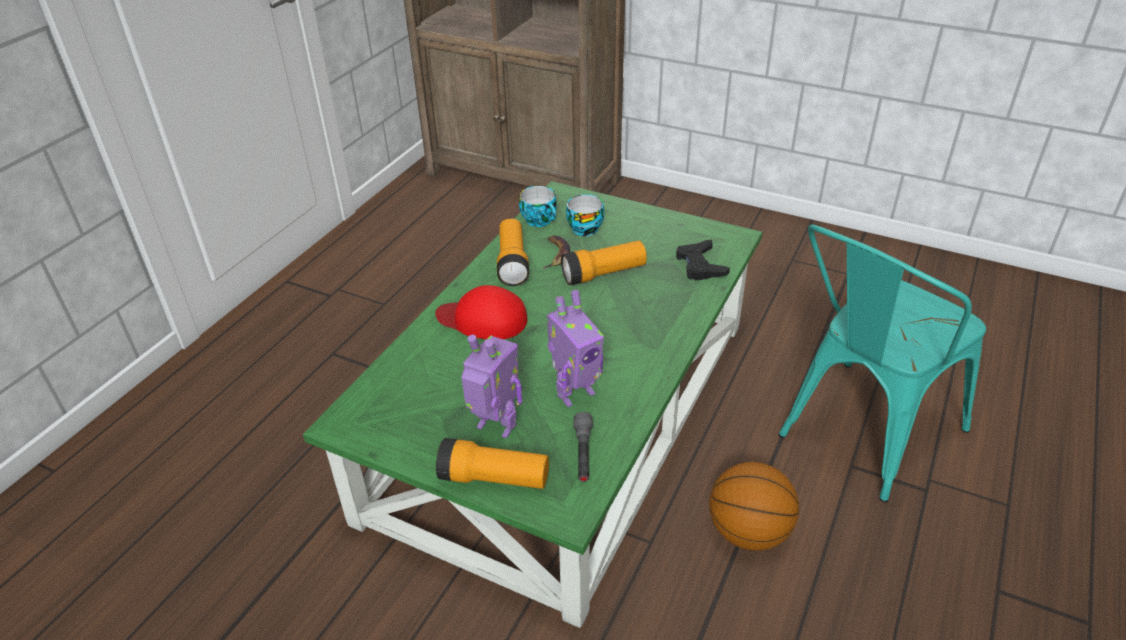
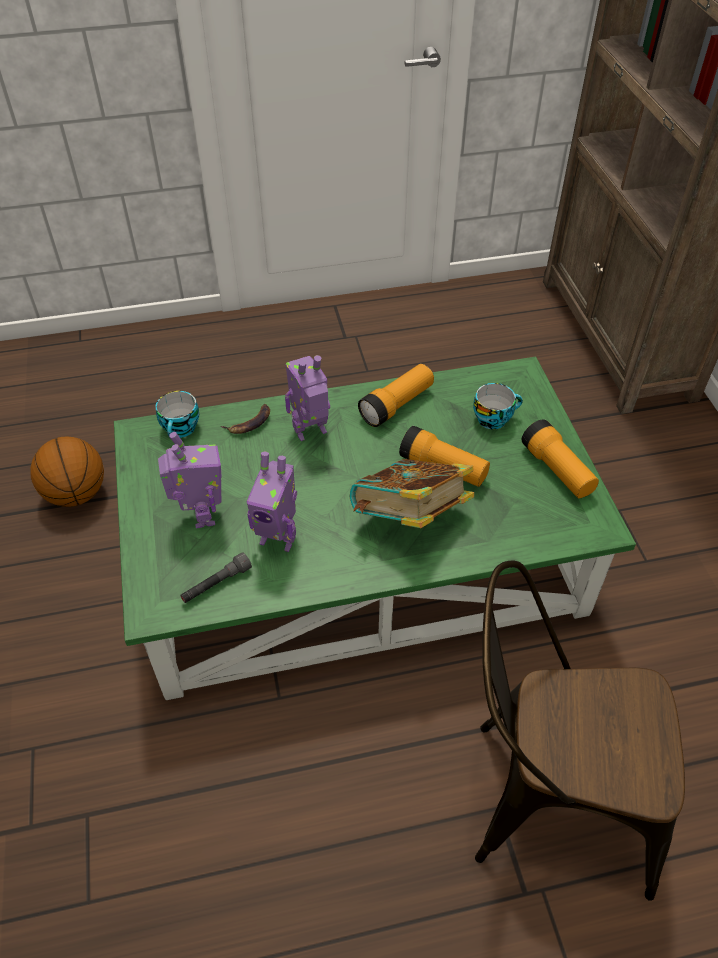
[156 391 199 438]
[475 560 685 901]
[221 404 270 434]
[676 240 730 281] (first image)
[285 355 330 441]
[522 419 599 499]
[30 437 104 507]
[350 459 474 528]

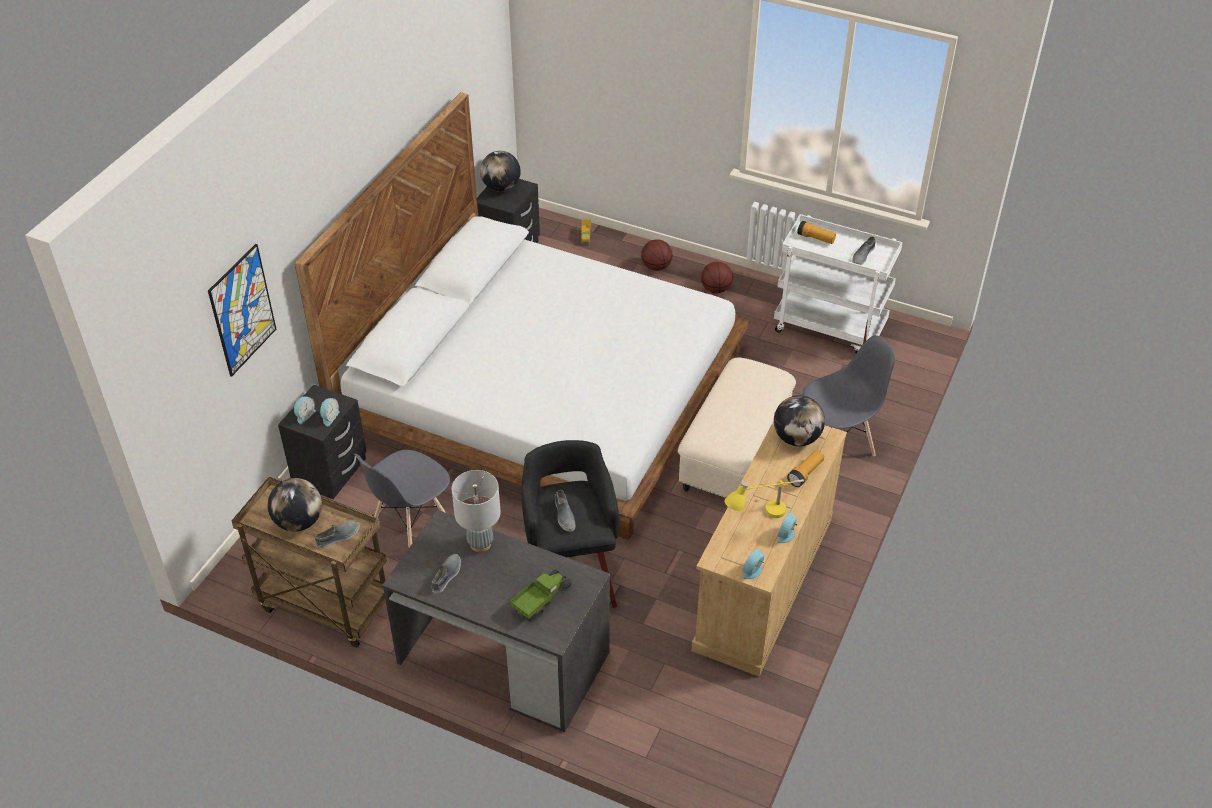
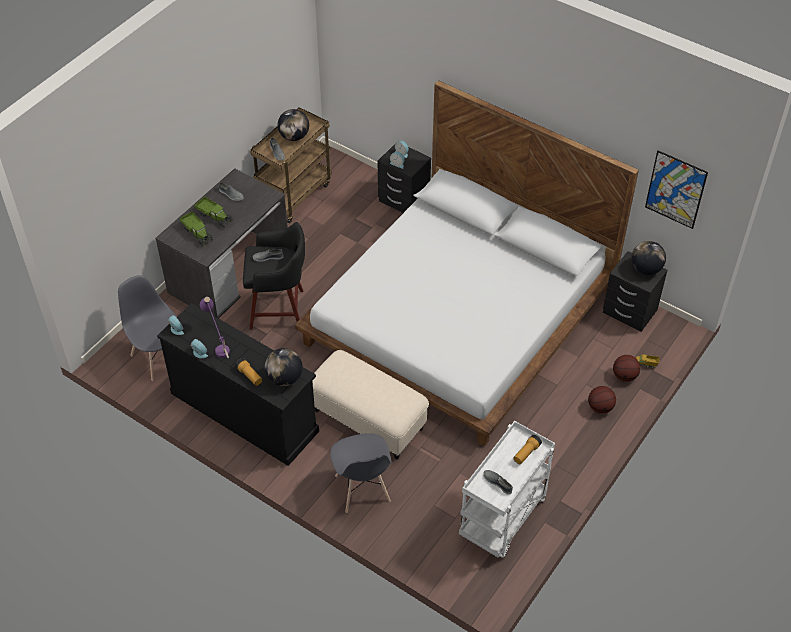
[645 150 708 229]
[613 355 640 382]
[157 303 319 466]
[118 275 177 381]
[452 470 501 552] (first image)
[200 297 230 358]
[194 197 233 228]

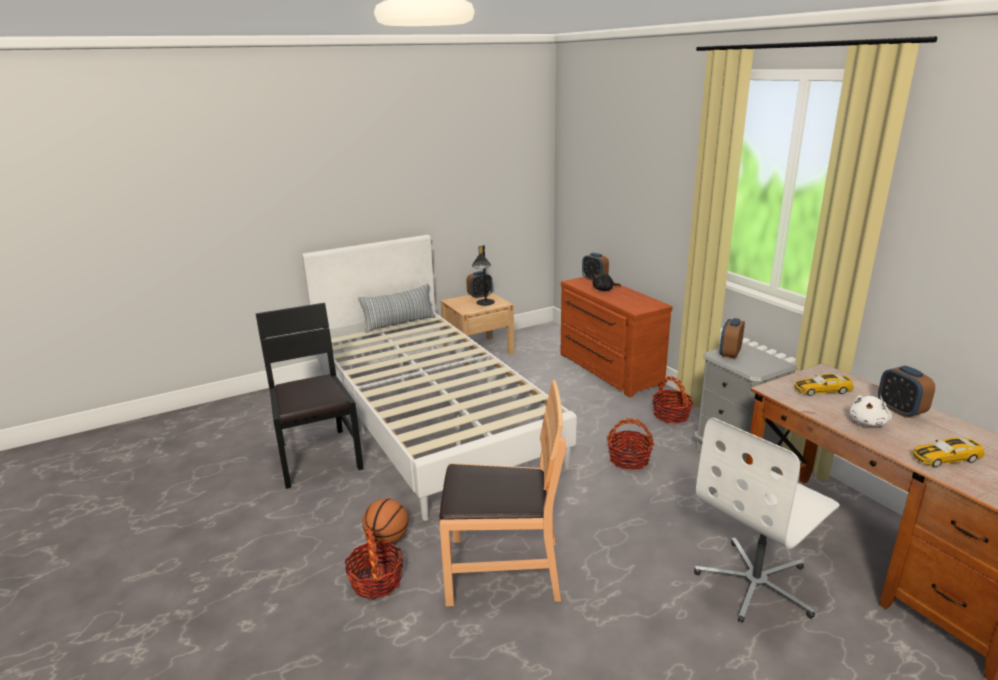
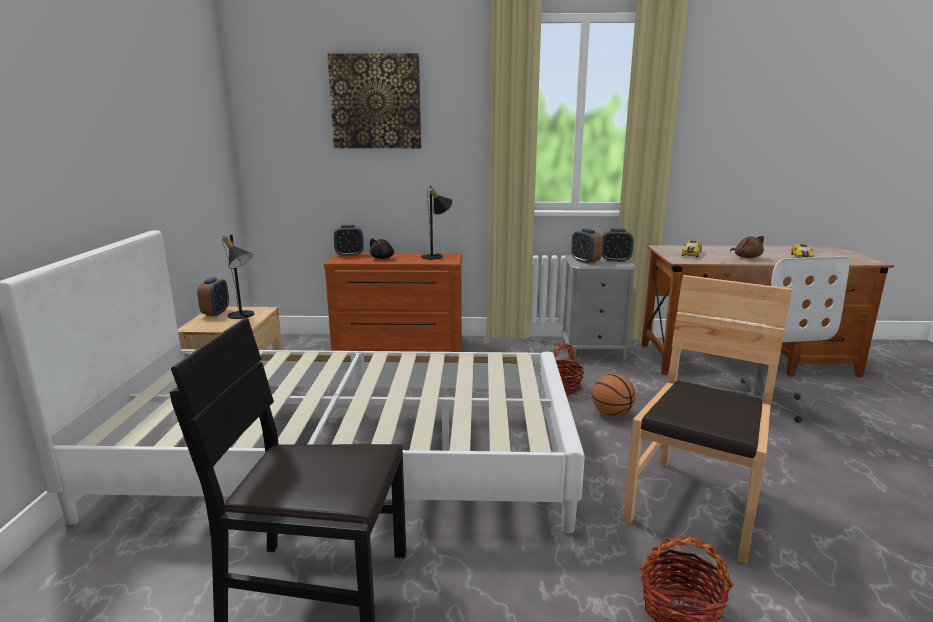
[358 283 435 333] (first image)
[602 228 634 262]
[652 376 693 424] (first image)
[730 236 764 258]
[592 374 635 417]
[328 53 421 148]
[421 186 453 260]

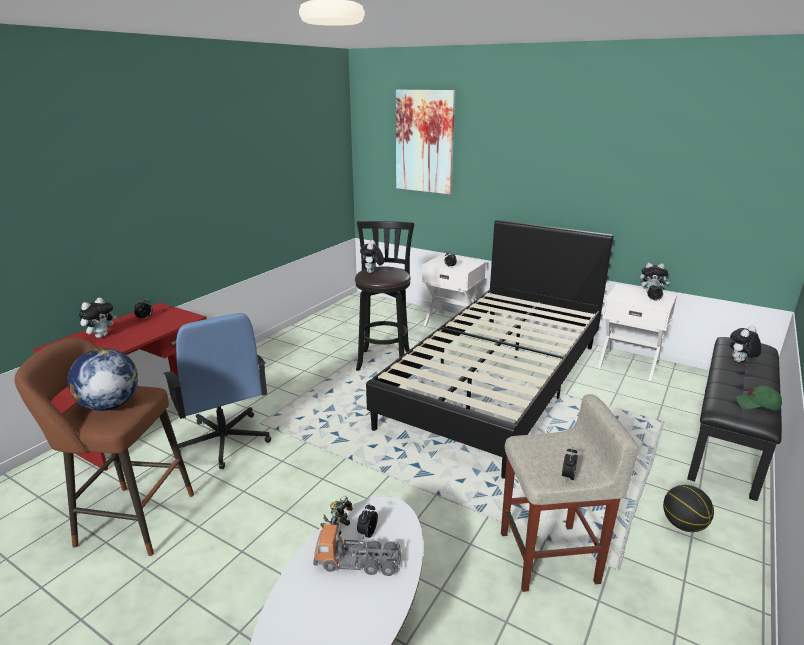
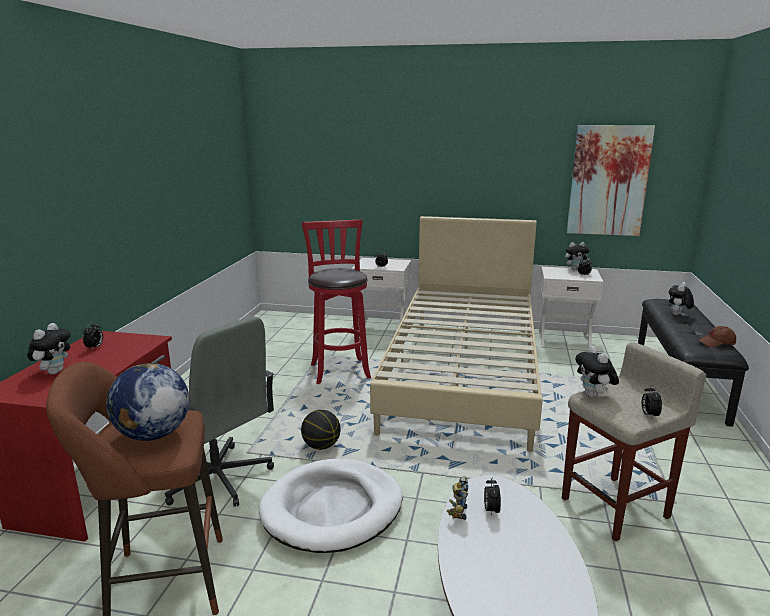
[567 125 655 236]
[370 216 543 452]
[302 219 371 384]
[575 346 619 398]
[165 317 274 507]
[699 326 736 347]
[301 410 341 450]
[313 524 402 576] (first image)
[259 459 403 553]

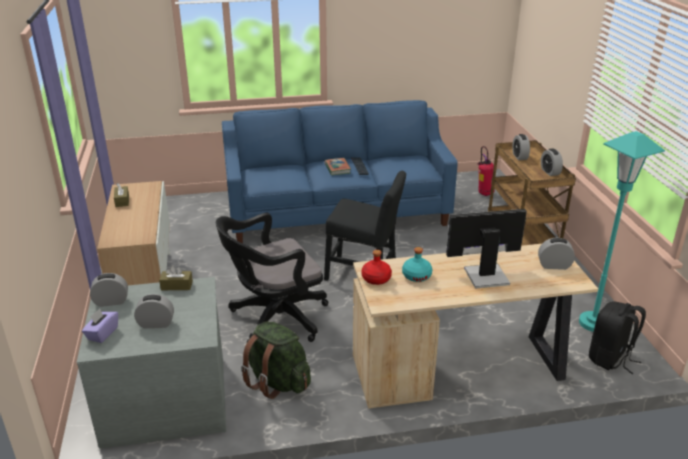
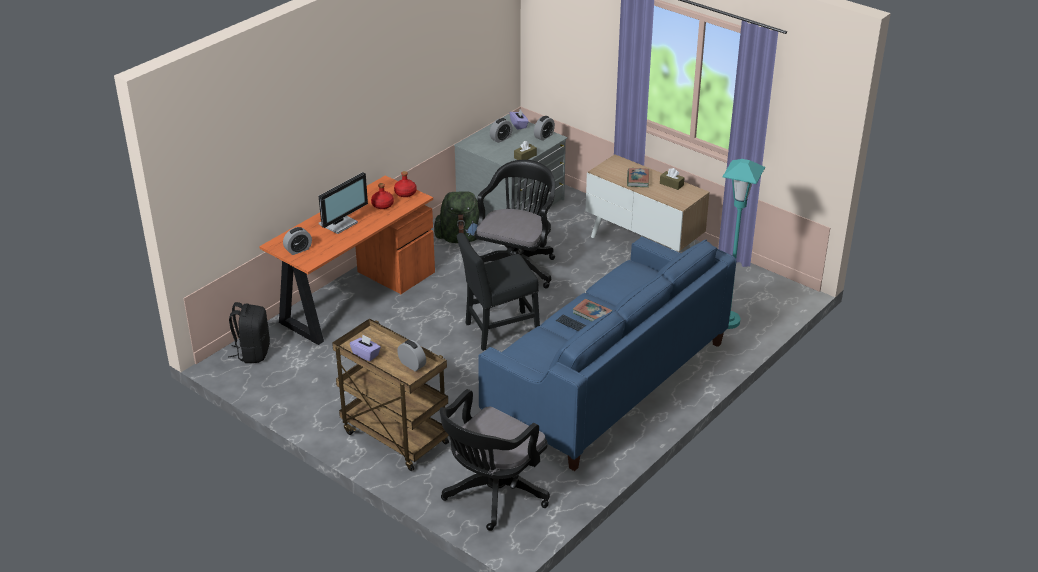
[723 159 765 329]
[440 389 550 531]
[350 335 381 361]
[259 175 435 345]
[371 183 394 209]
[627 168 649 187]

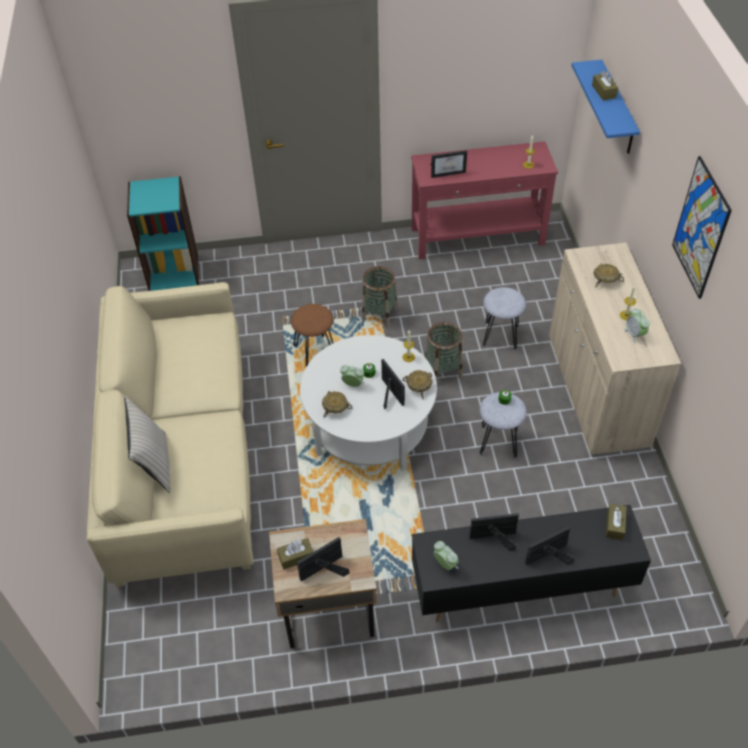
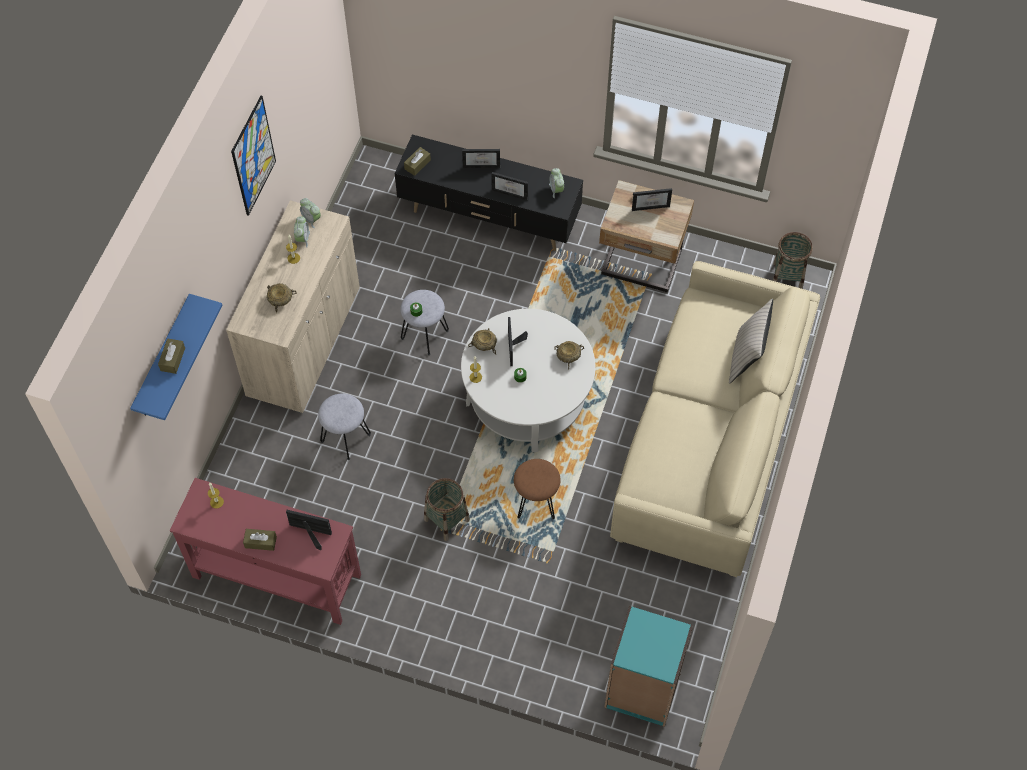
[773 232 813 289]
[300 198 321 228]
[243 529 277 551]

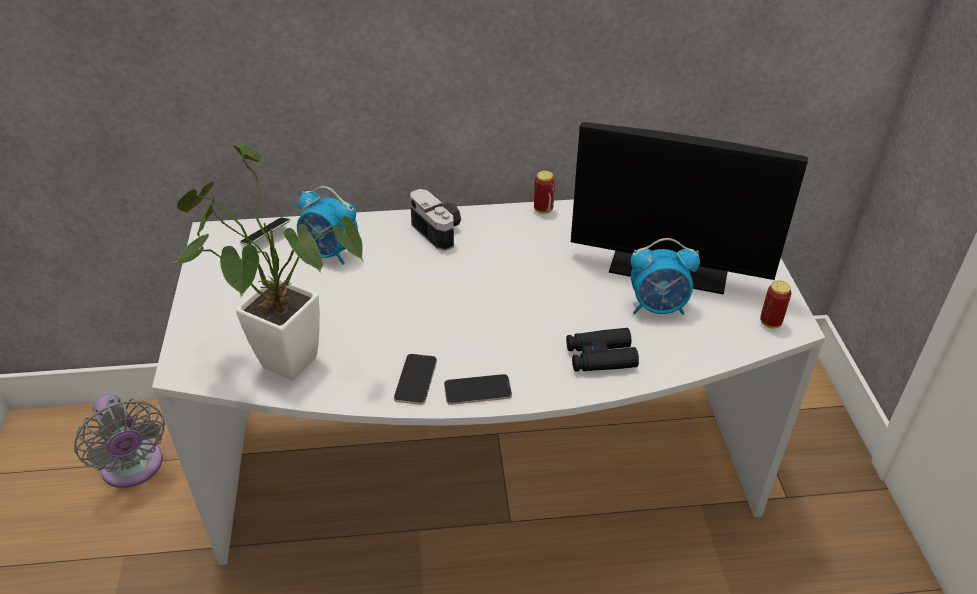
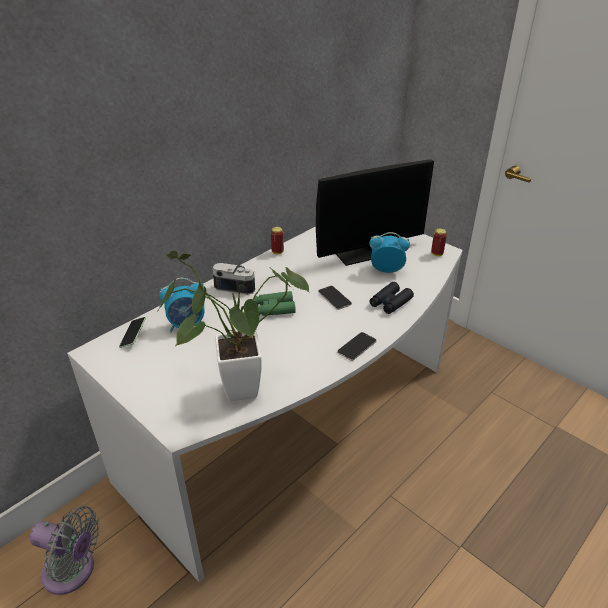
[369 232 410 273]
[318 286 352 310]
[254 291 296 316]

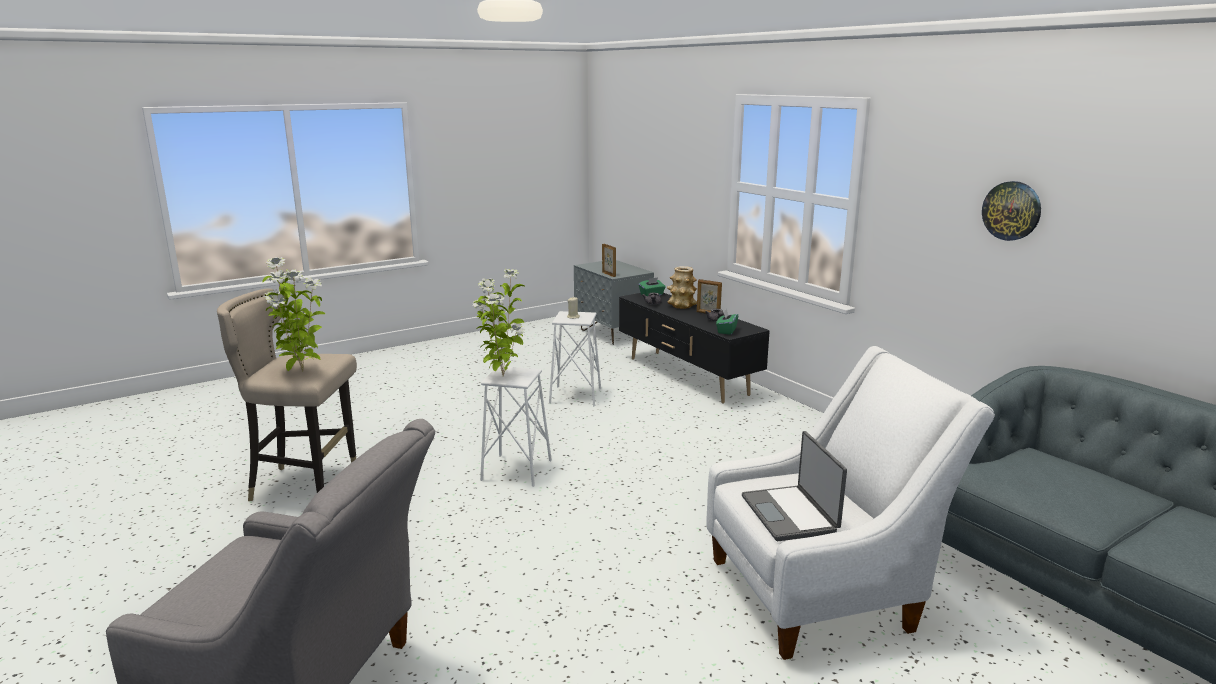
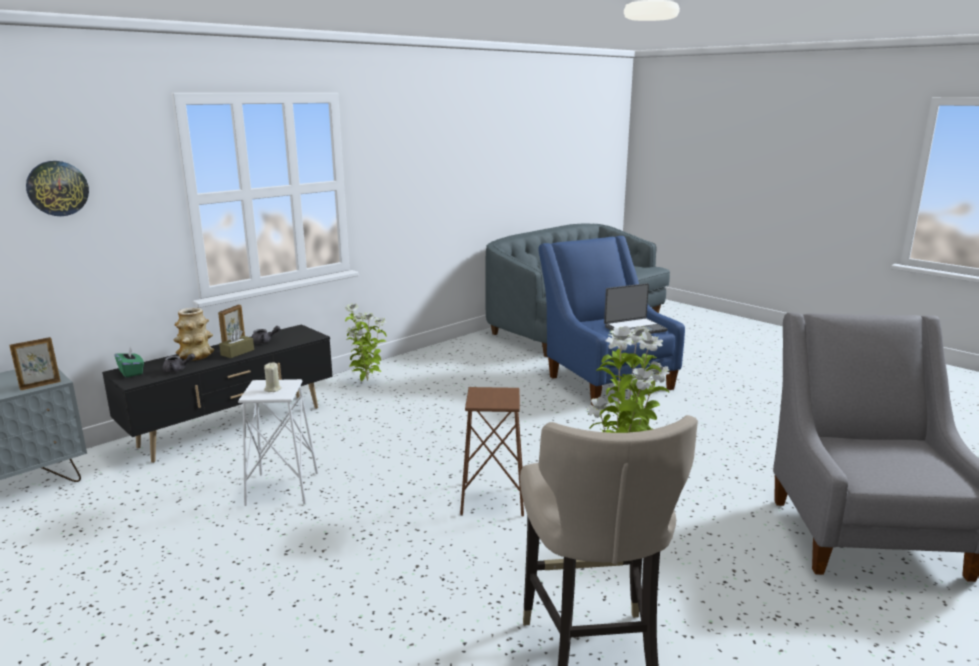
[26 161 89 216]
[345 304 386 381]
[716 309 738 335] (first image)
[539 236 685 406]
[460 387 524 516]
[219 329 254 358]

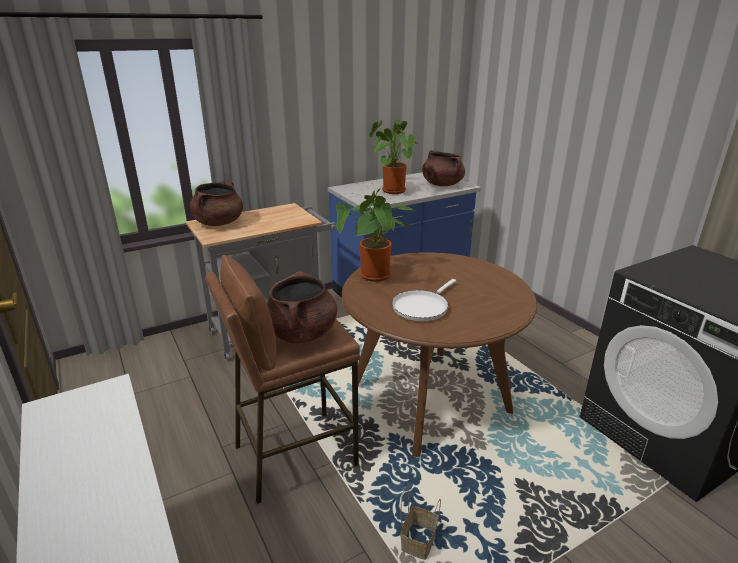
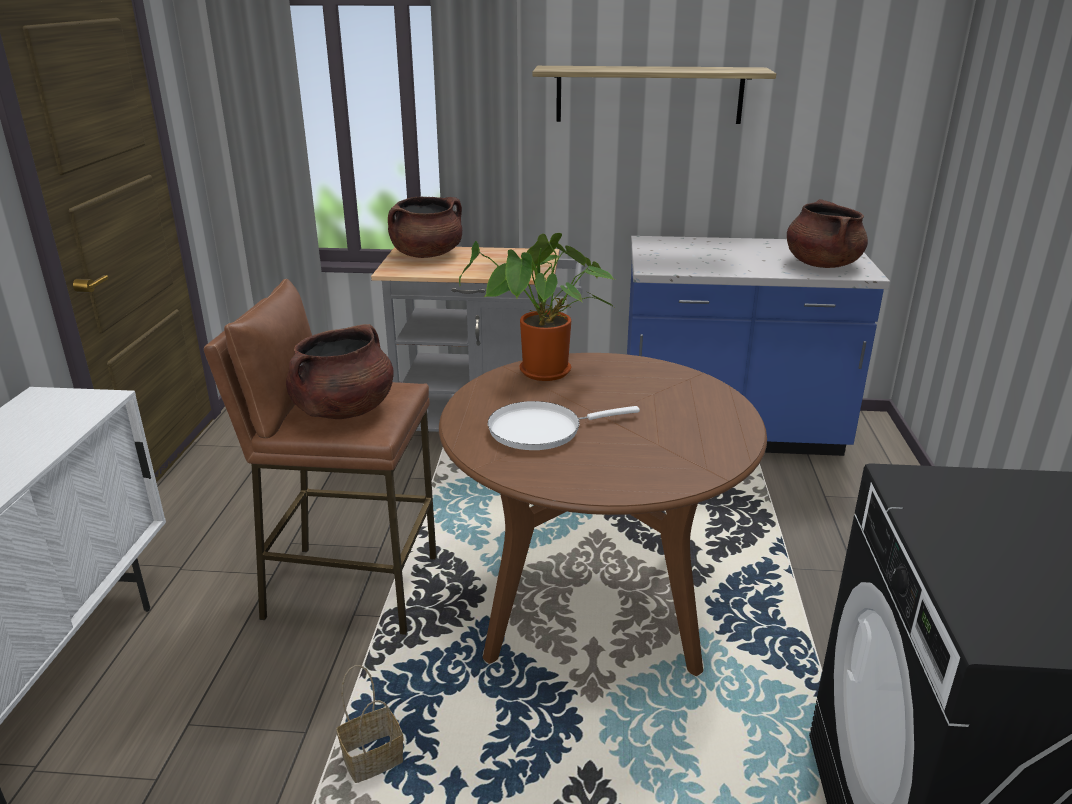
[369 119 419 194] (first image)
[532 66 776 124]

